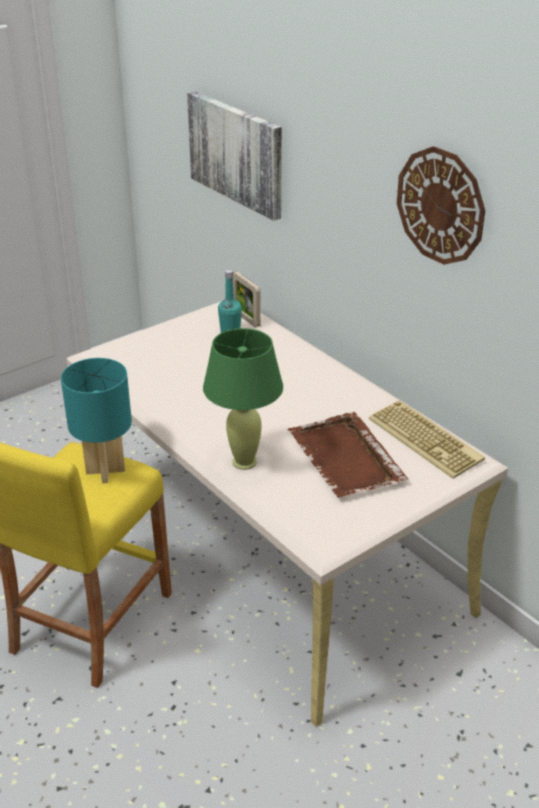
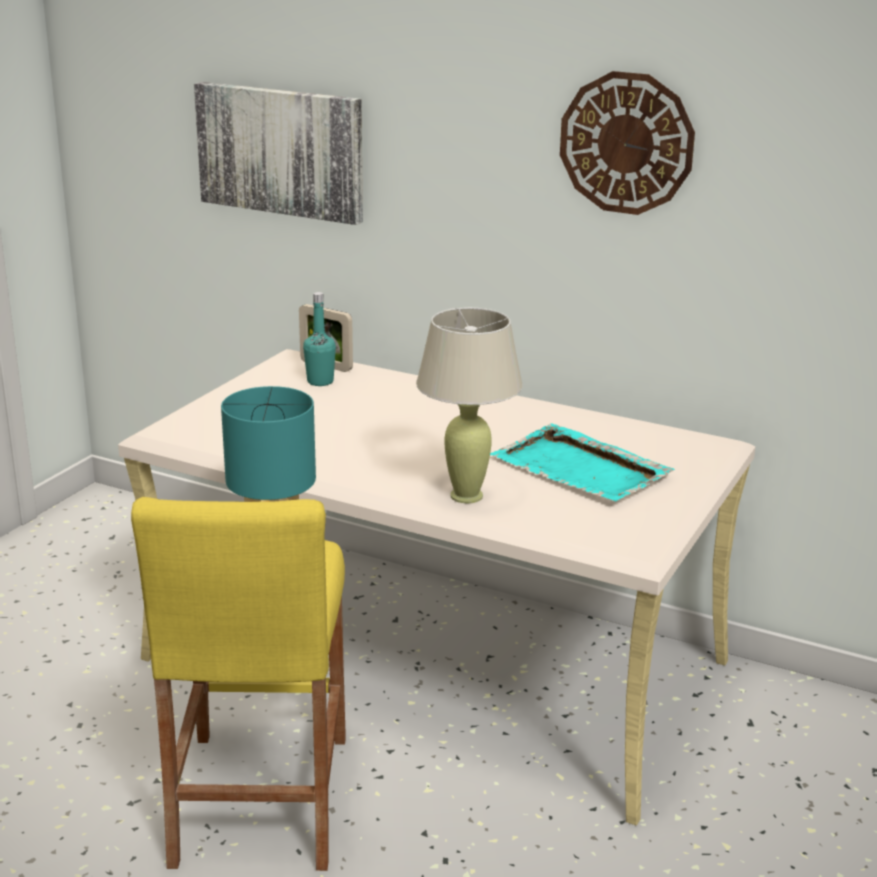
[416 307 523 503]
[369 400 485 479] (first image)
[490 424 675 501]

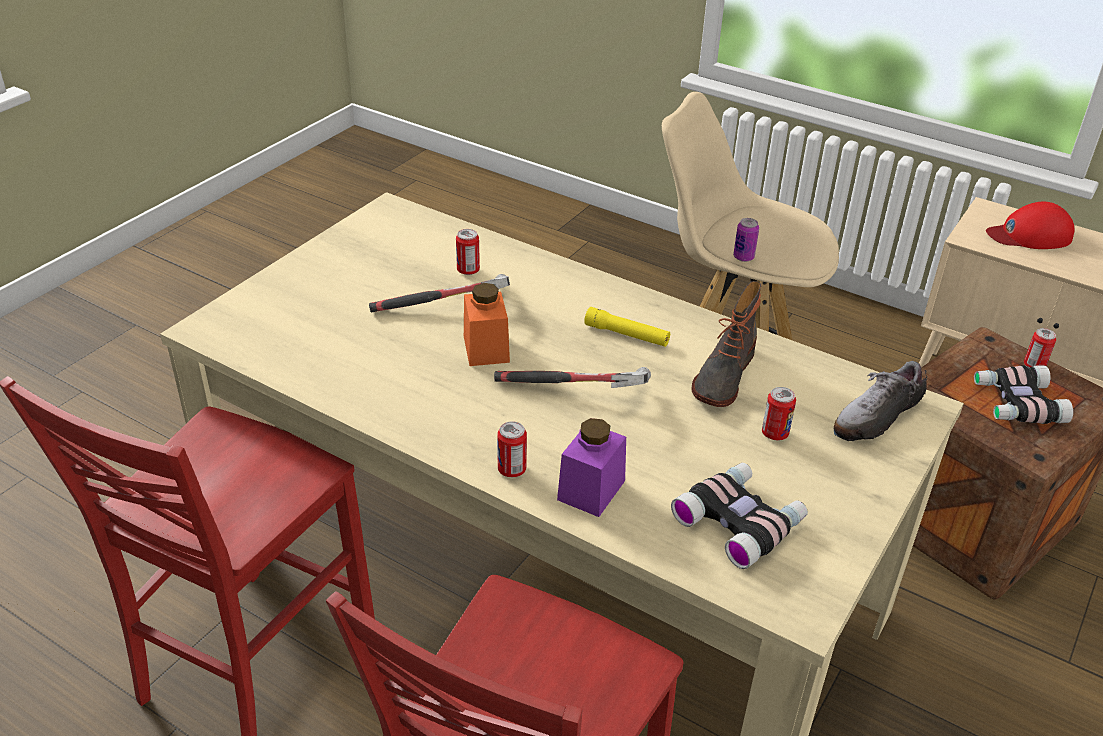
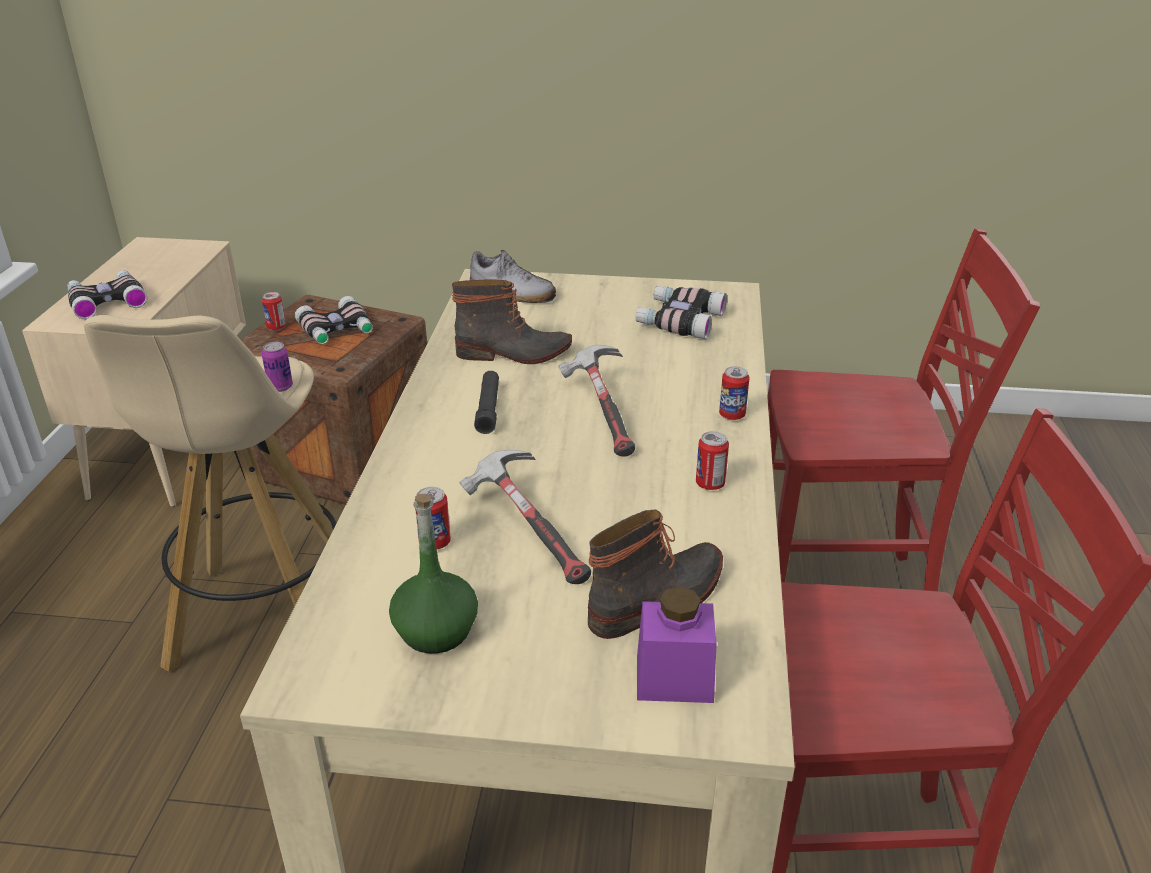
[67 270 147 319]
[464 283 510 366] (first image)
[474 371 499 434]
[696 431 729 490]
[637 586 717 703]
[389 494 478 654]
[588 509 723 639]

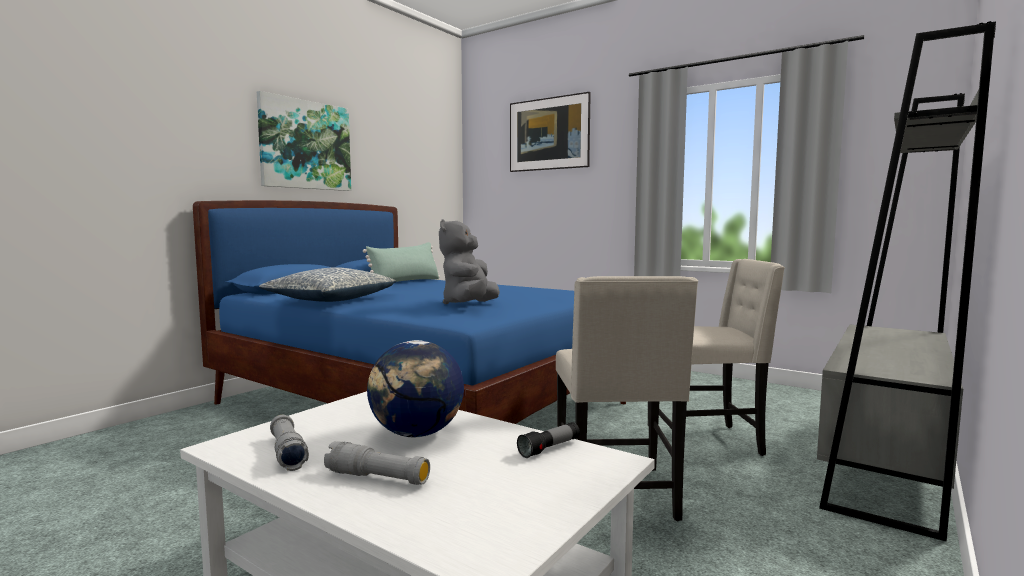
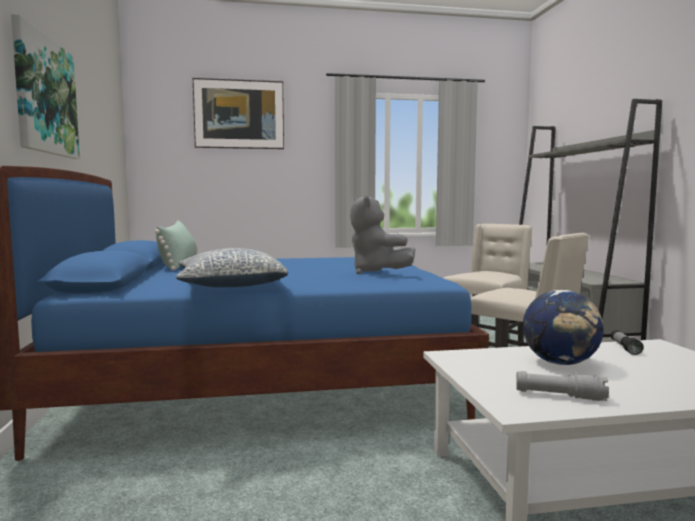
[324 441 430 485] (first image)

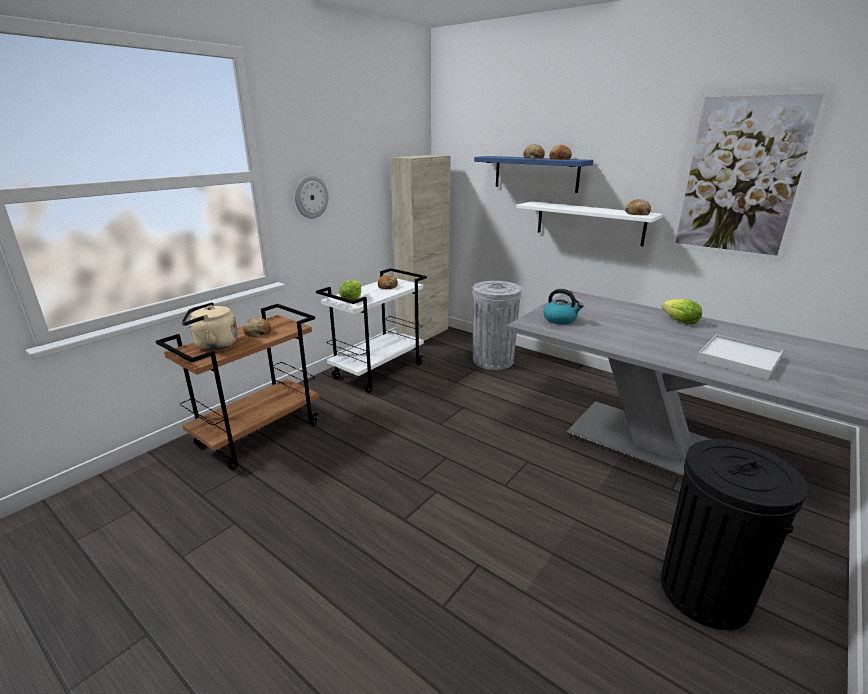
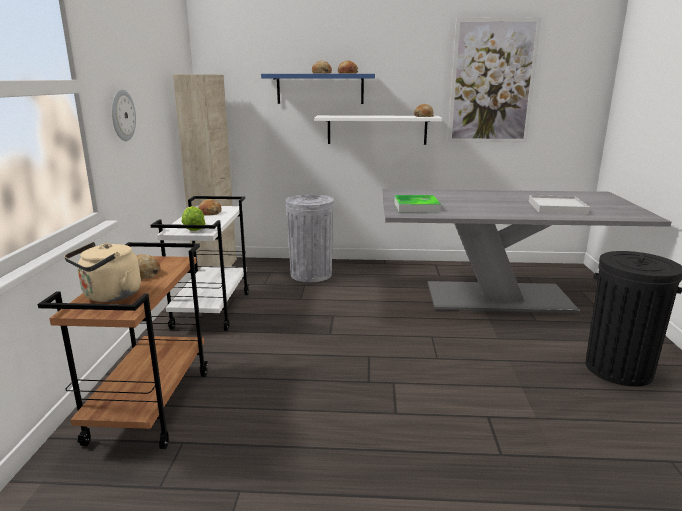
[394 195 441 212]
[662 299 702 324] (first image)

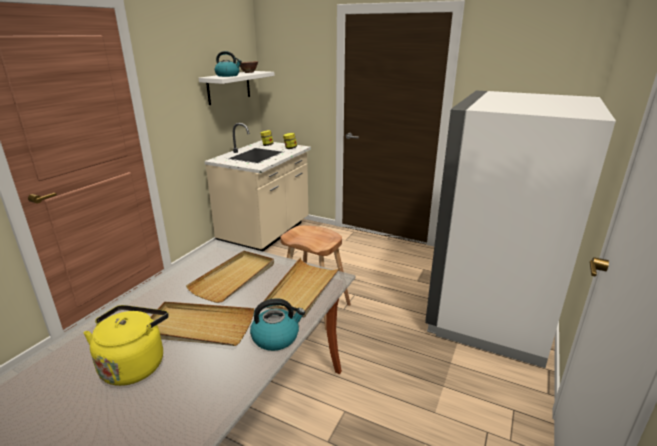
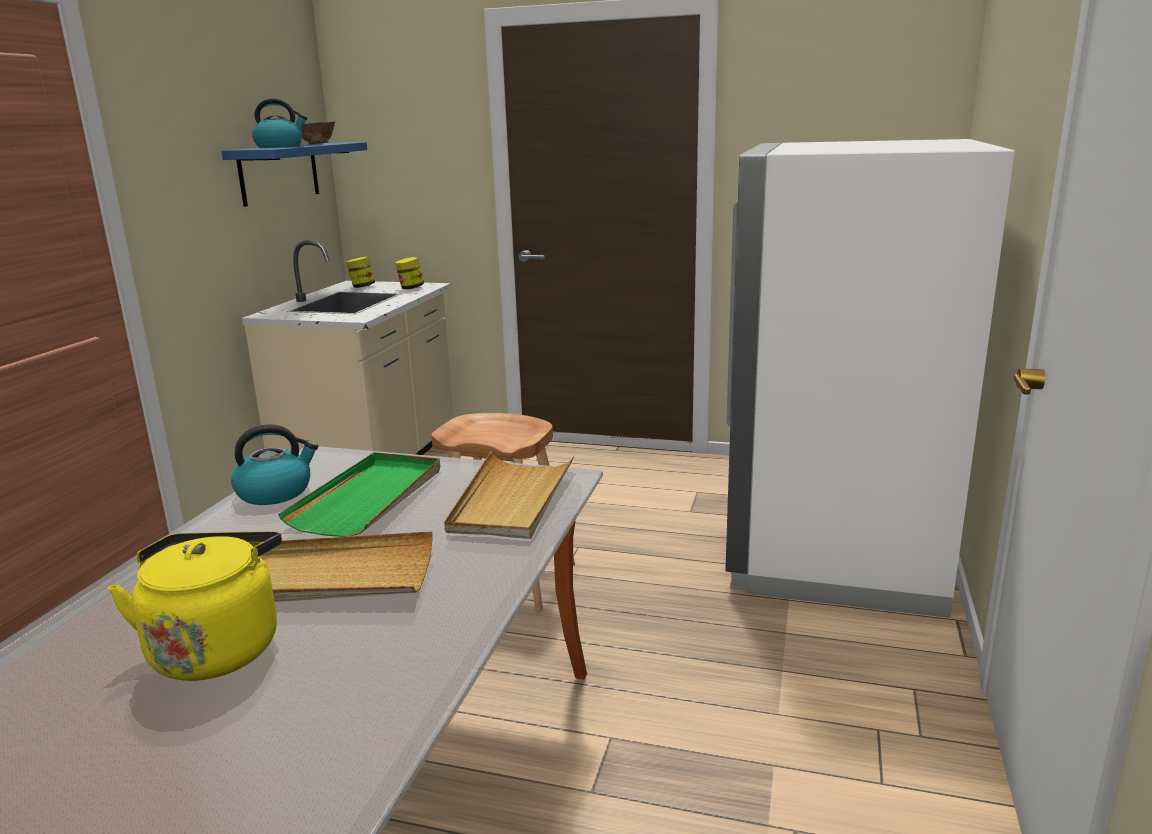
[222 142 367 207]
[278 452 440 537]
[231 424 318 505]

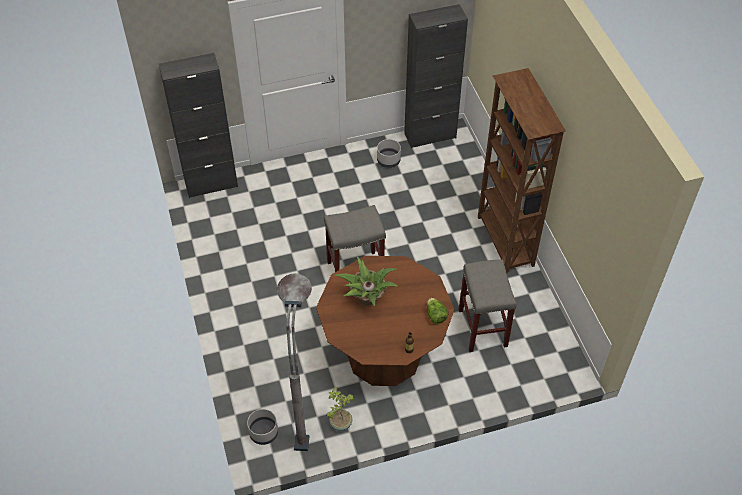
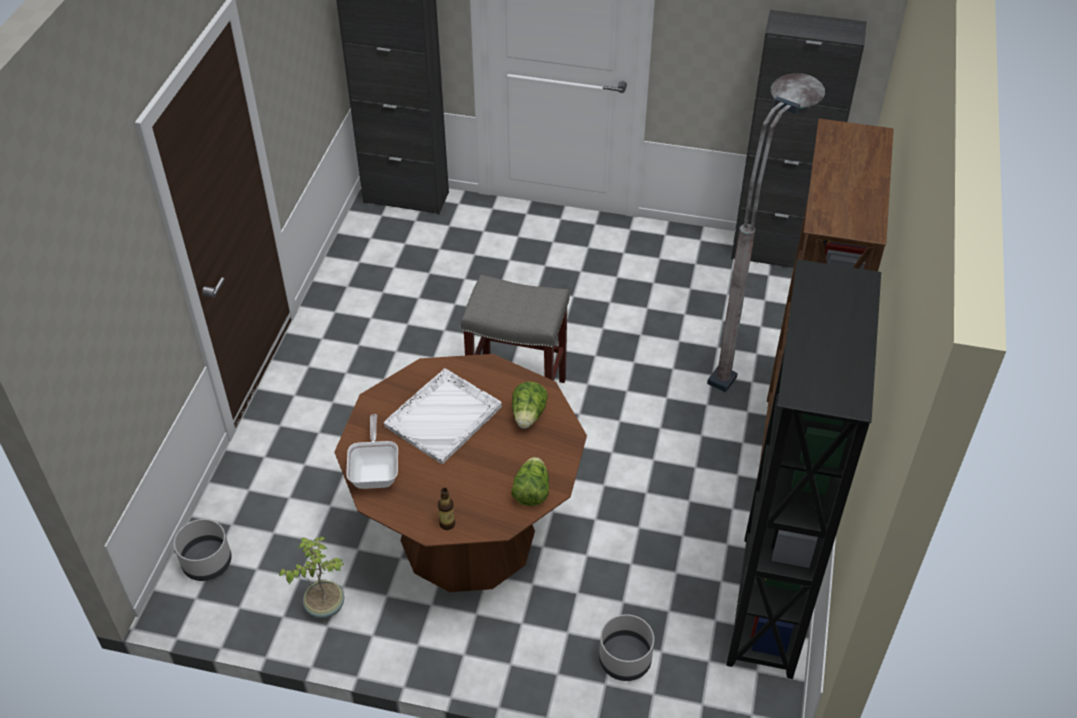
[599 614 654 681]
[384 368 502 464]
[458 259 516 352] (first image)
[707 73 825 392]
[727 259 881 679]
[512 382 548 429]
[346 414 398 489]

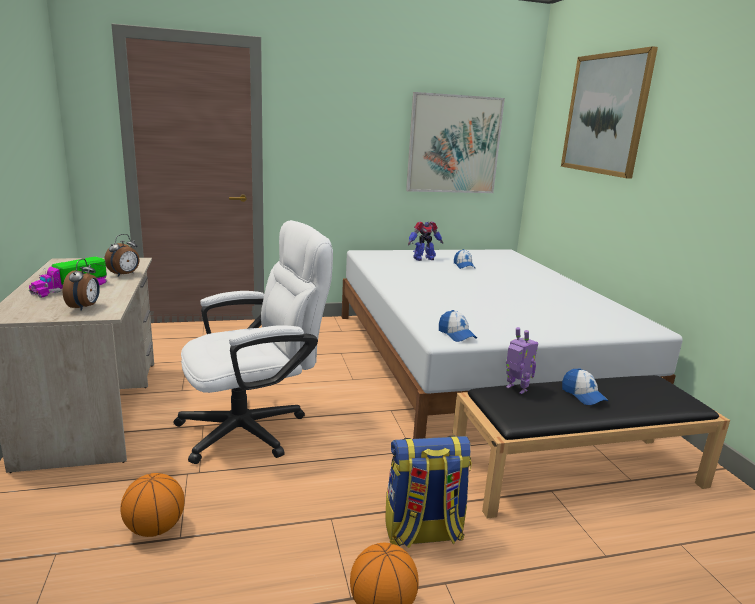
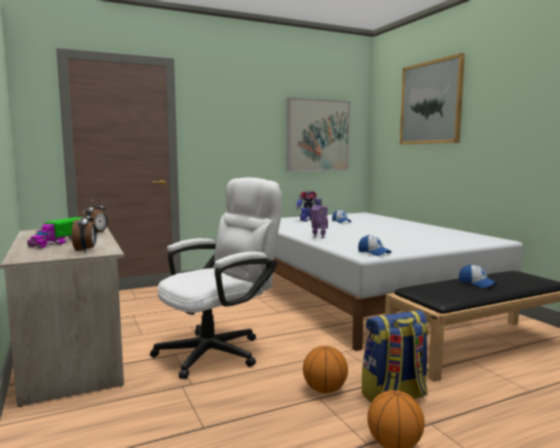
[310 198 328 238]
[303 346 348 393]

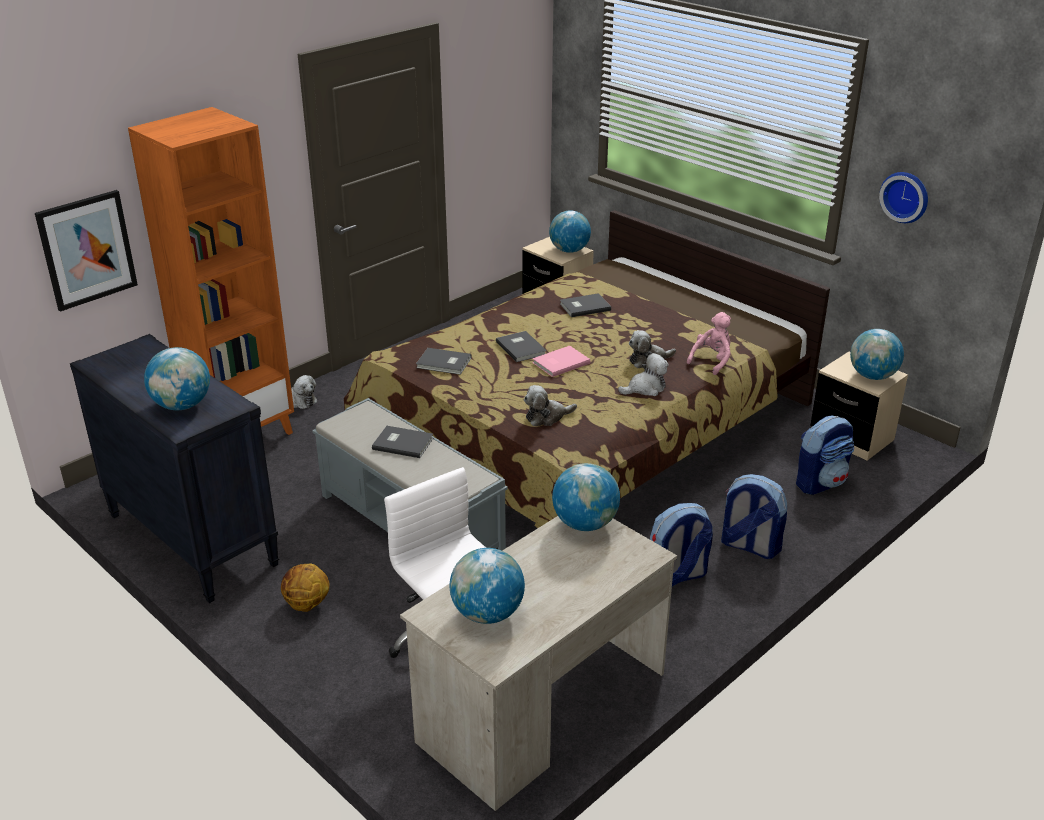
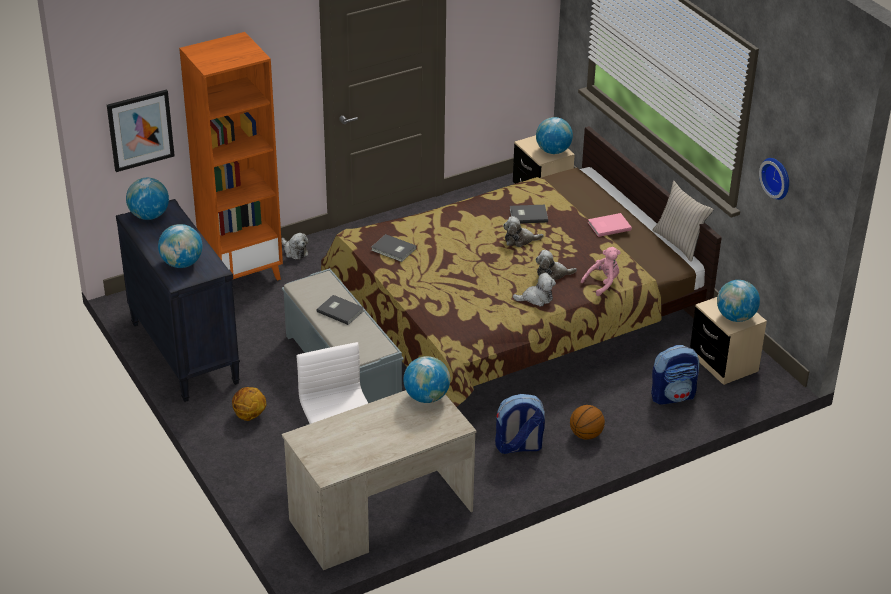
[496 331 547 362] (first image)
[588 213 632 237]
[503 216 544 247]
[570 405 605 440]
[126 178 169 220]
[652 180 714 262]

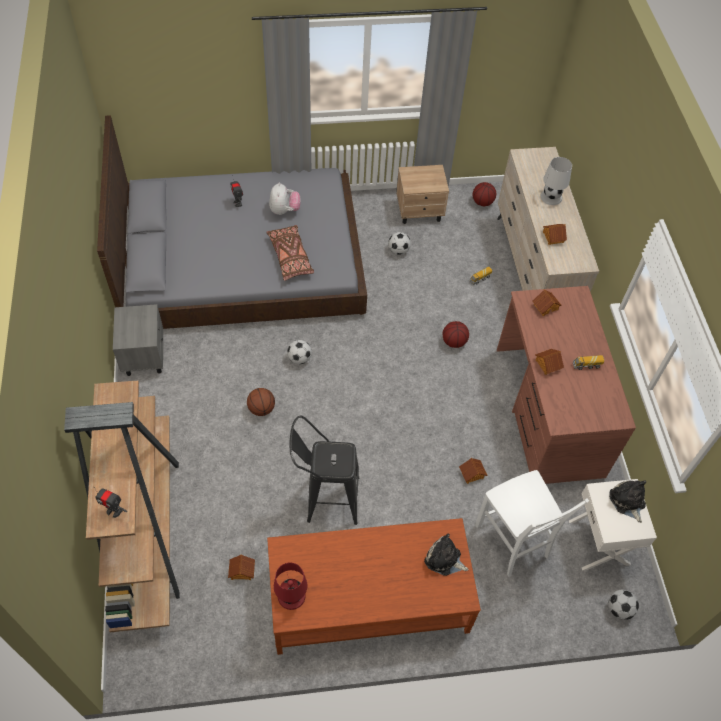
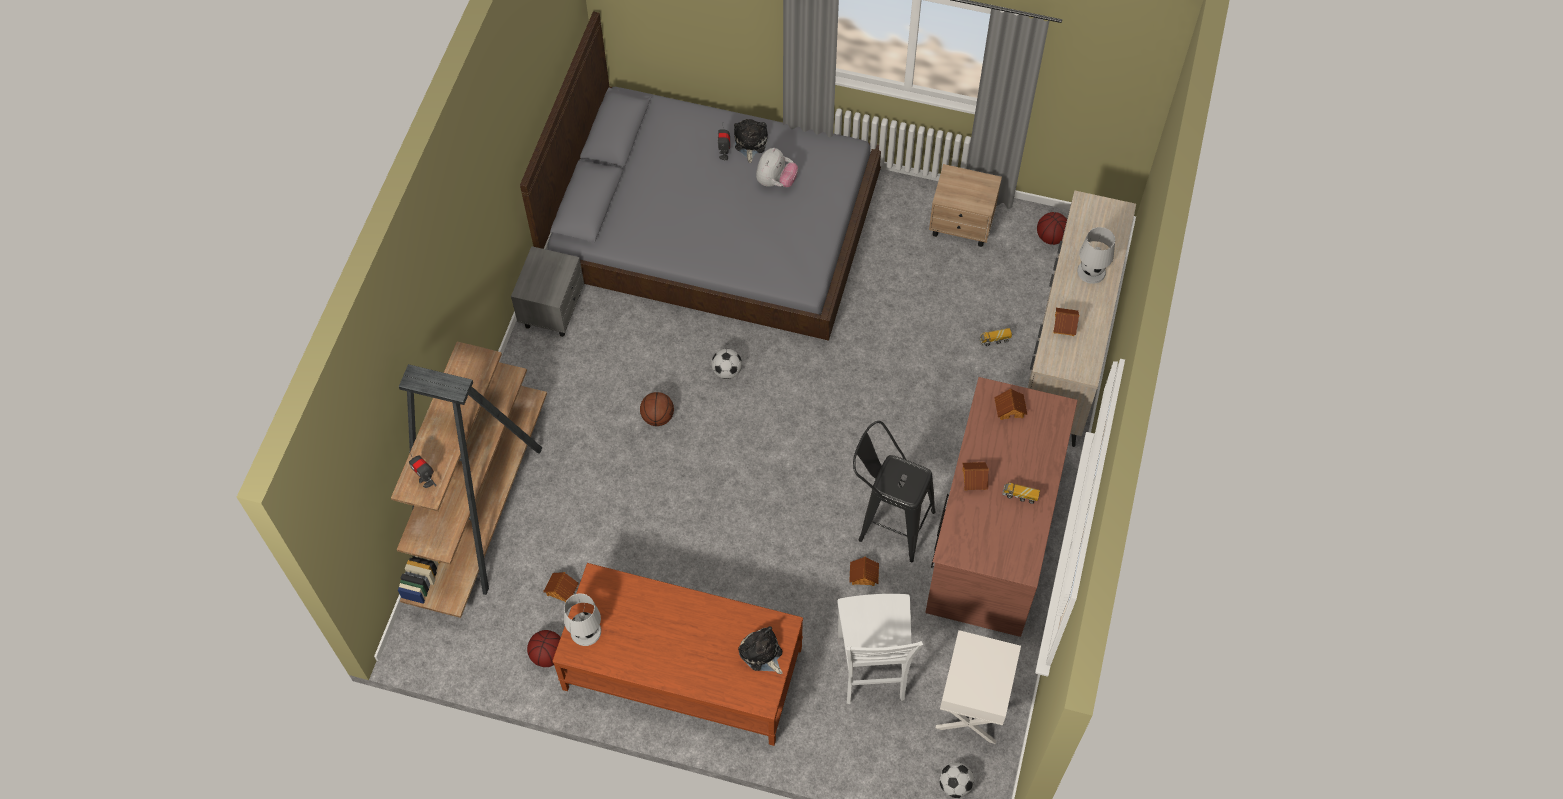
[266 225 314 281] (first image)
[388 232 411 255] (first image)
[527 630 561 667]
[853 421 936 562]
[734 119 768 163]
[564 593 601 646]

